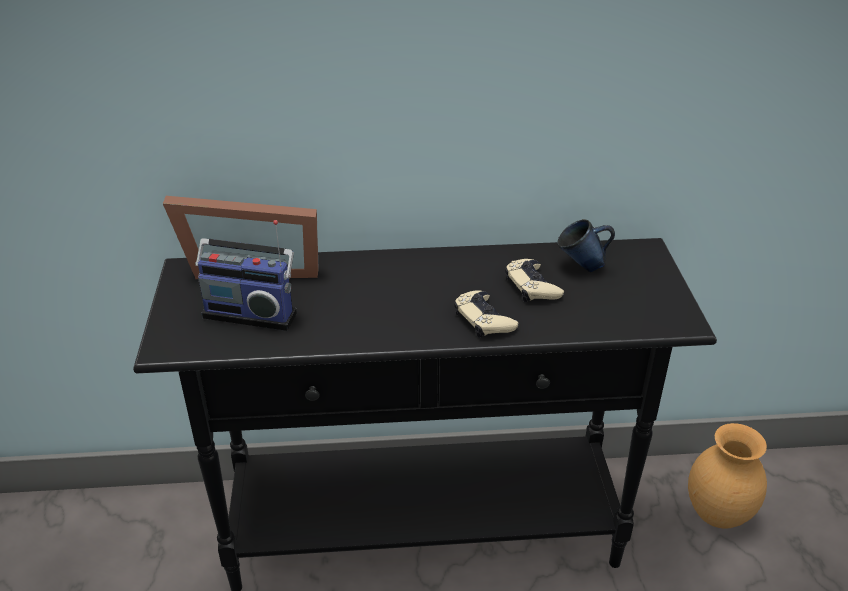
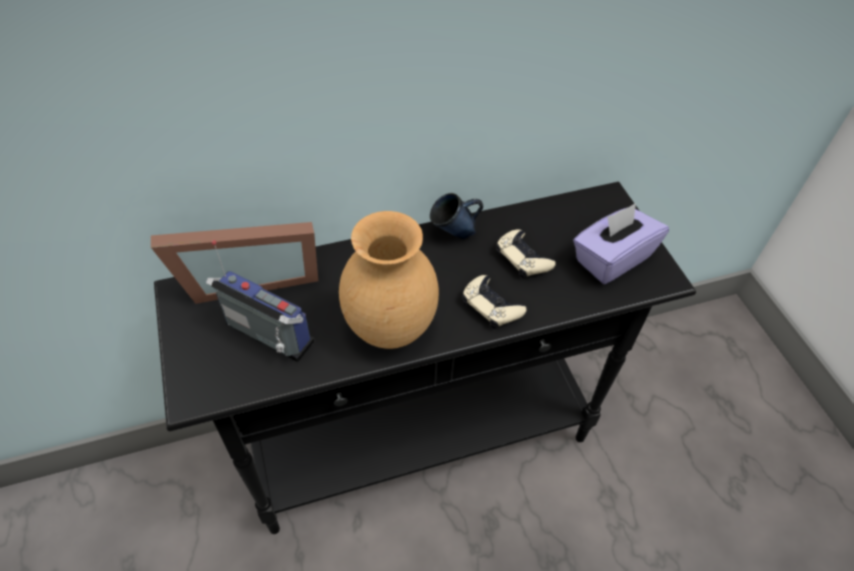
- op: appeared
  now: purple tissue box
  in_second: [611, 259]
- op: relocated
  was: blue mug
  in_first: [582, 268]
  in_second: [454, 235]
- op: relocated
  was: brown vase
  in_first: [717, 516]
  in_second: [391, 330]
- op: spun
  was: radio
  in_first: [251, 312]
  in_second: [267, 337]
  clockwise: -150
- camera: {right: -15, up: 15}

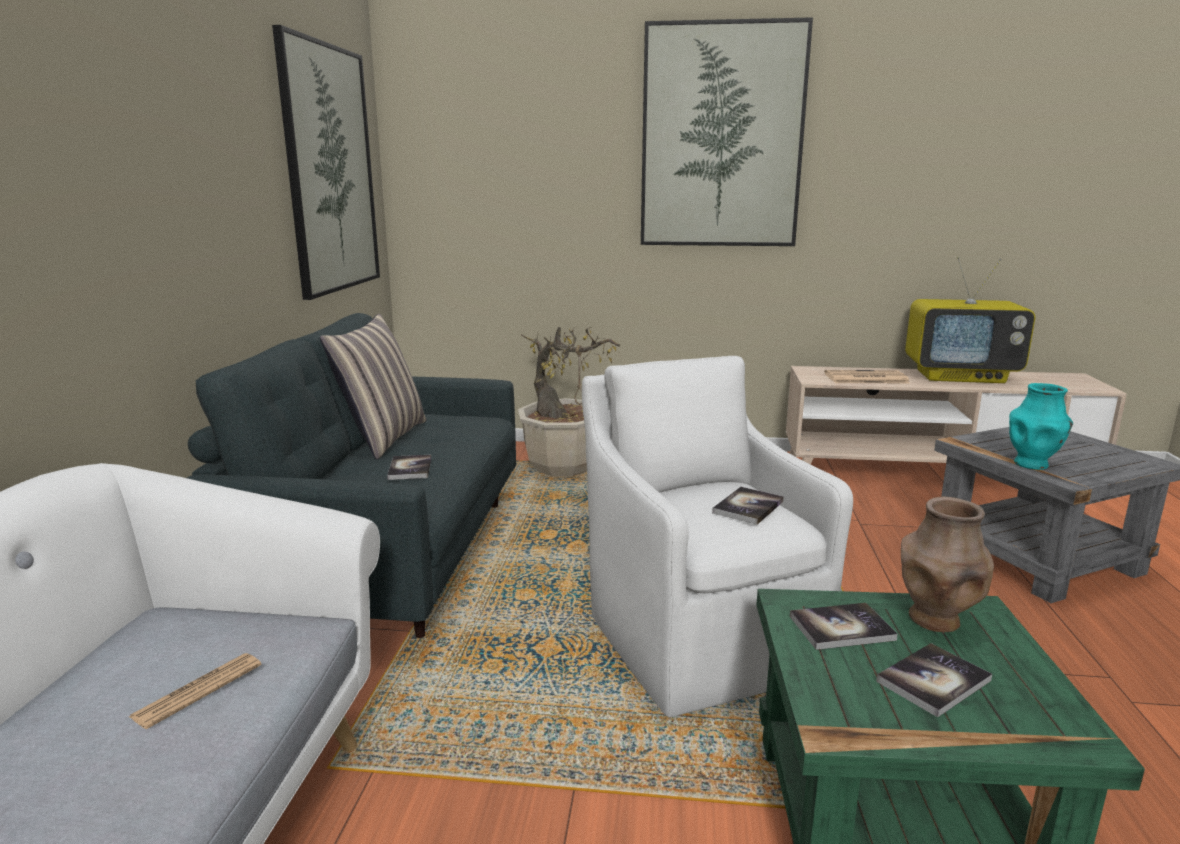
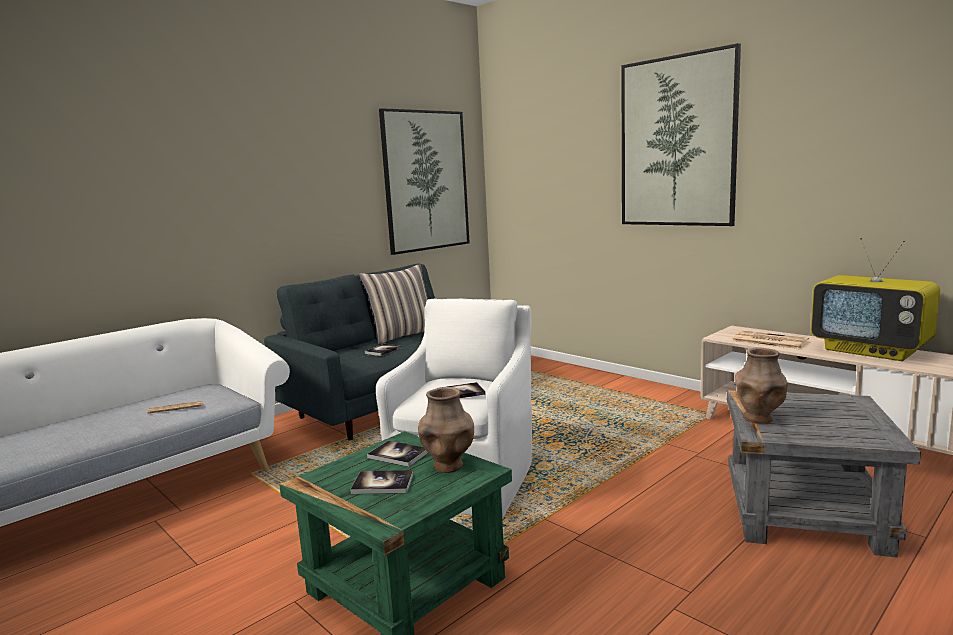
- op: missing
  was: potted plant
  in_first: [564, 467]
- op: colour
  was: turquoise vase
  now: brown vase
  in_first: [1032, 464]
  in_second: [758, 419]
- camera: {right: 40, up: -5}

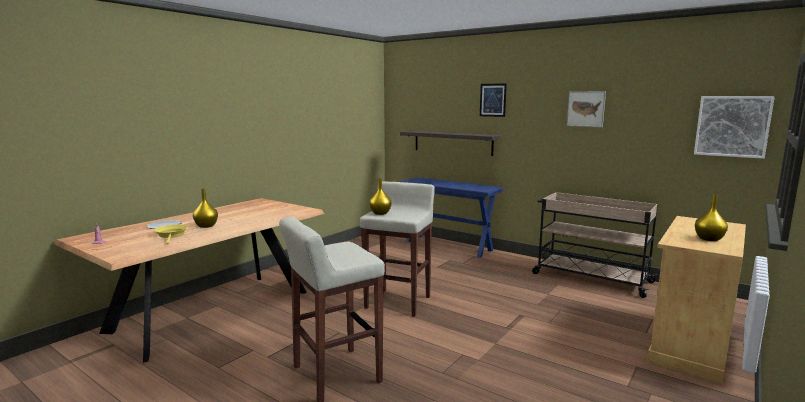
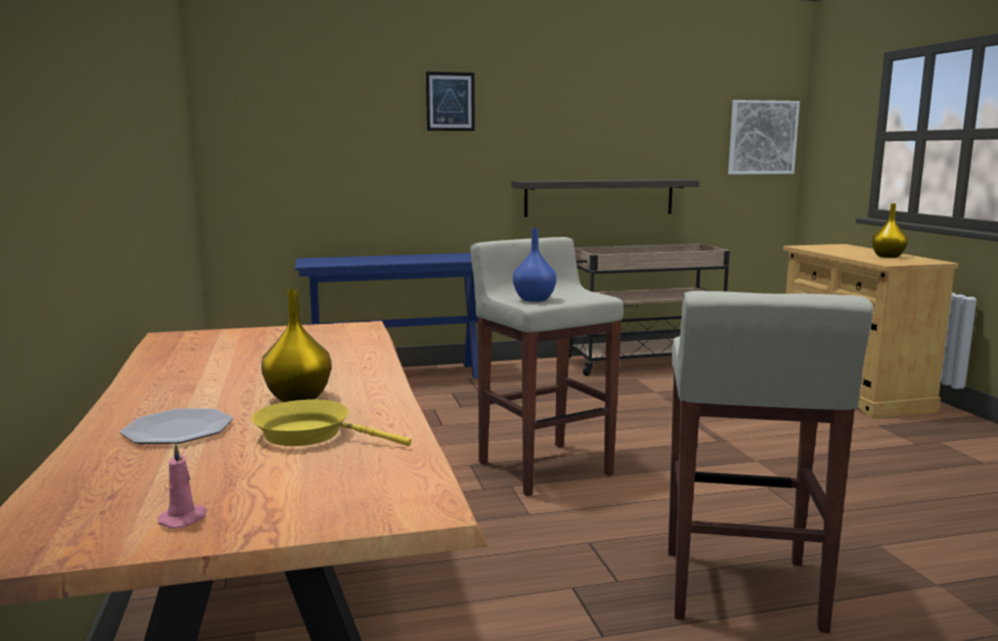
- op: missing
  was: picture
  in_first: [586, 109]
- op: relocated
  was: shelf
  in_first: [452, 142]
  in_second: [599, 197]
- op: colour
  was: yellow vase
  now: blue vase
  in_first: [380, 213]
  in_second: [534, 299]
- camera: {right: -50, up: 0}

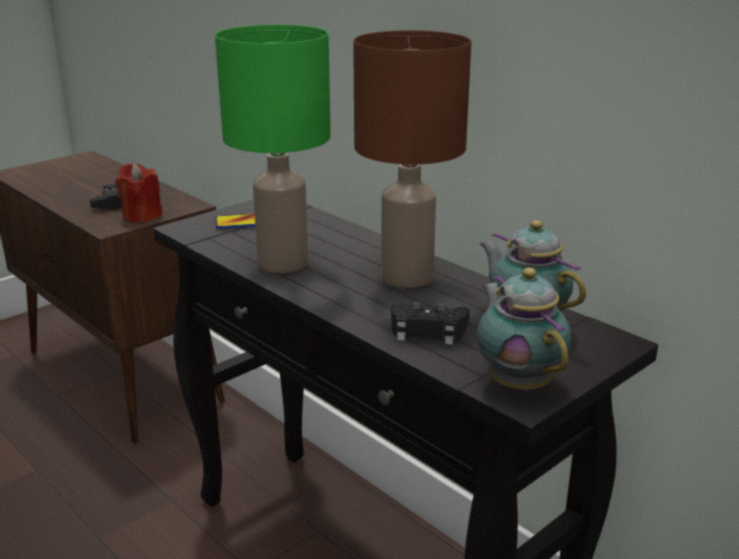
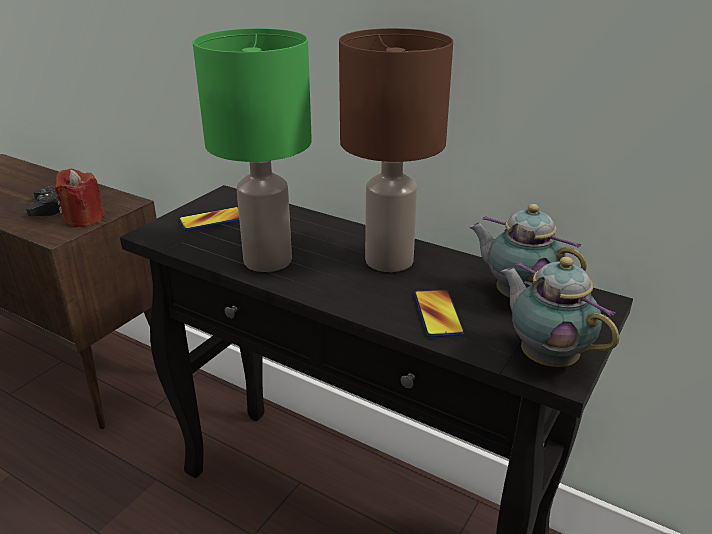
- op: exchanged
  was: black game controller
  now: phone
  in_first: [427, 330]
  in_second: [437, 314]
- camera: {right: -15, up: 5}

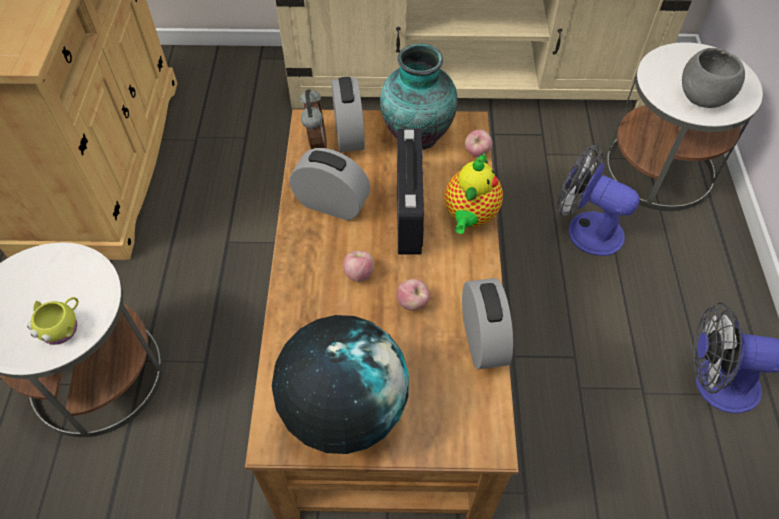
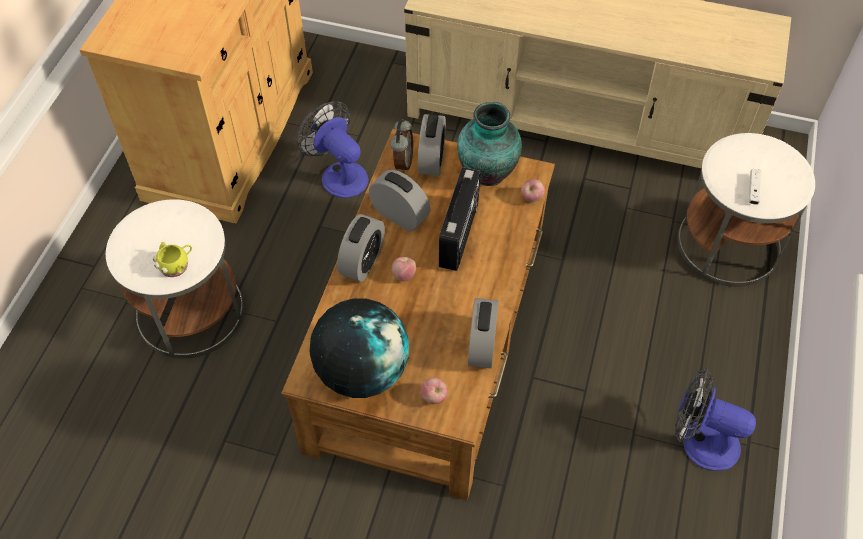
- op: missing
  was: teapot
  in_first: [469, 217]
- op: appeared
  now: alarm clock
  in_second: [362, 262]
- op: relocated
  was: apple
  in_first: [412, 303]
  in_second: [434, 397]
- op: relocated
  was: fan
  in_first: [585, 229]
  in_second: [339, 174]
- op: exchanged
  was: grey bowl
  now: white game controller
  in_first: [702, 98]
  in_second: [753, 190]
- camera: {right: 15, up: 0}

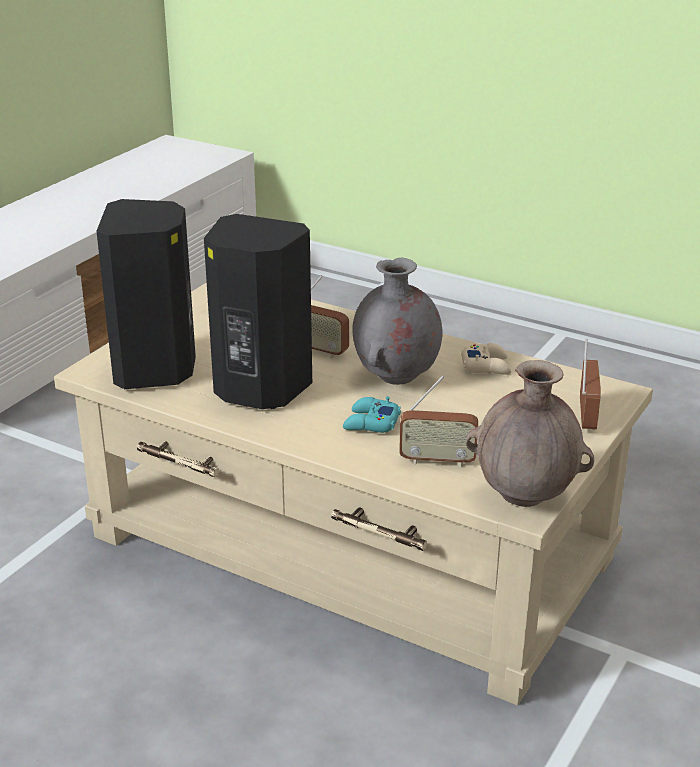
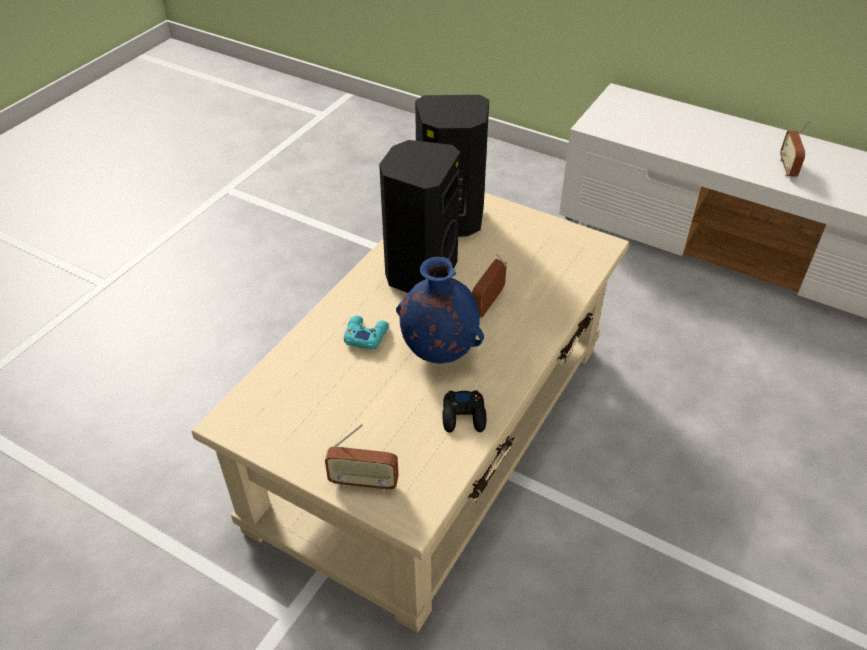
- op: missing
  was: brown vase
  in_first: [525, 497]
- op: relocated
  was: radio
  in_first: [437, 460]
  in_second: [787, 168]
- op: colour
  was: grey vase
  now: blue vase
  in_first: [396, 378]
  in_second: [438, 352]
- op: colour
  was: beige game controller
  now: black game controller
  in_first: [486, 366]
  in_second: [464, 416]
- camera: {right: 90, up: 15}

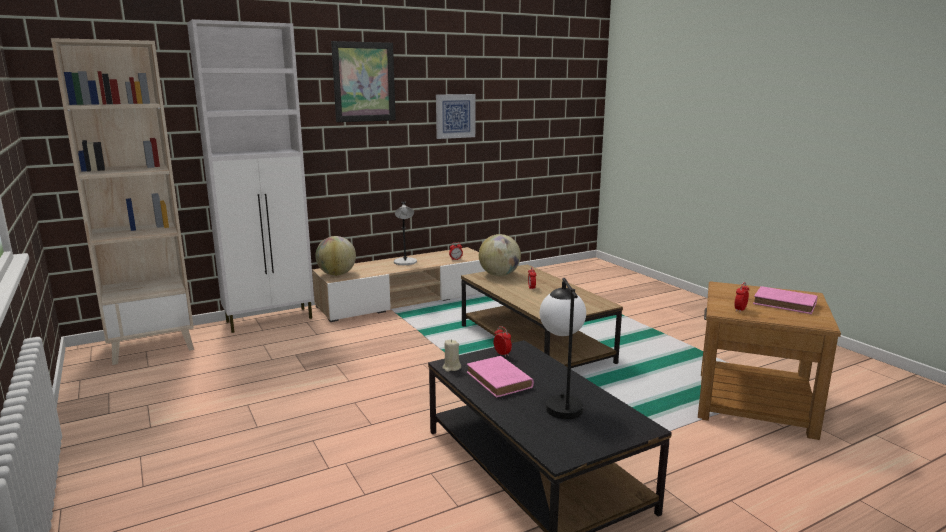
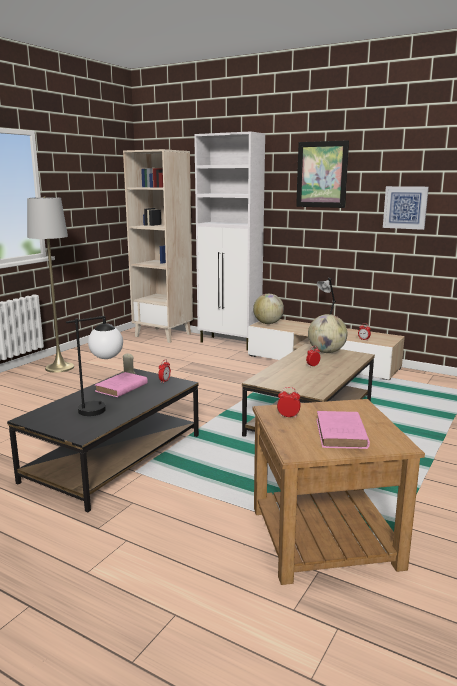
- op: appeared
  now: grey floor lamp
  in_second: [59, 367]
- camera: {right: 60, up: 0}

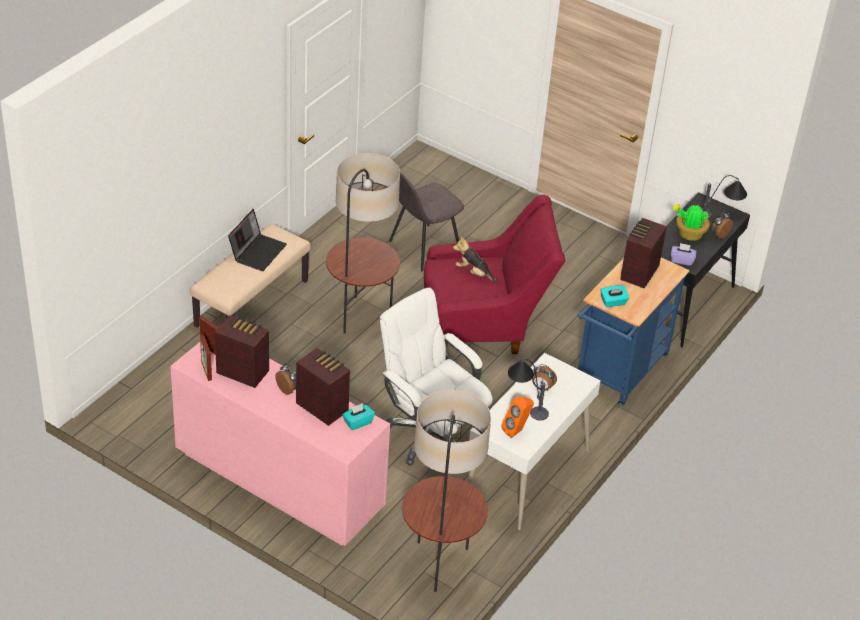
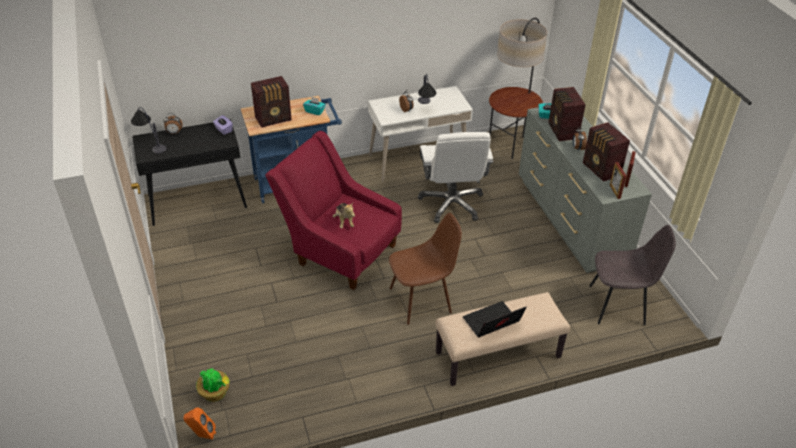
- op: relocated
  was: grey chair
  in_first: [423, 248]
  in_second: [618, 305]
- op: relocated
  was: orange speaker
  in_first: [517, 431]
  in_second: [202, 435]
- op: relocated
  was: potted plant
  in_first: [689, 234]
  in_second: [216, 393]
- op: exchanged
  was: floor lamp
  now: brown chair
  in_first: [360, 317]
  in_second: [422, 300]
- op: colour
  was: pink dresser
  now: grey dresser
  in_first: [279, 481]
  in_second: [570, 221]
- camera: {right: -140, up: 0}

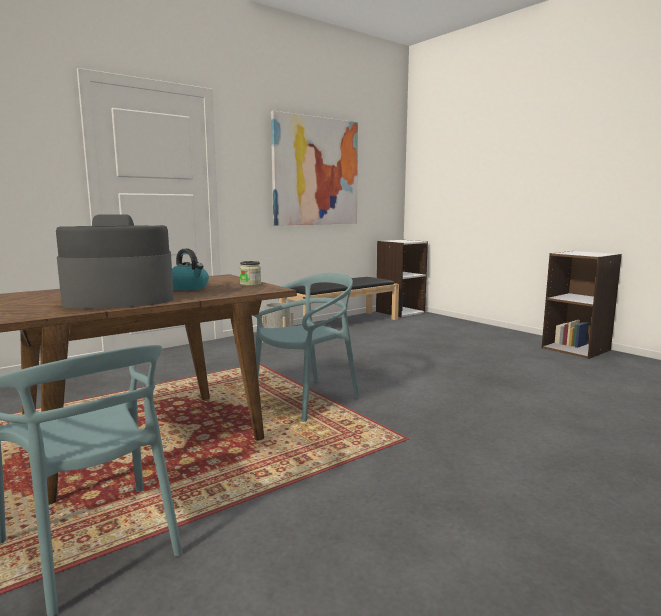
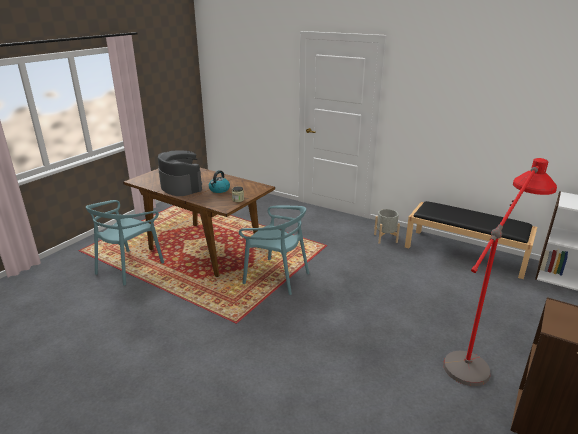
- op: missing
  was: picture
  in_first: [316, 171]
- op: appeared
  now: red floor lamp
  in_second: [479, 352]
- camera: {right: 70, up: 15}

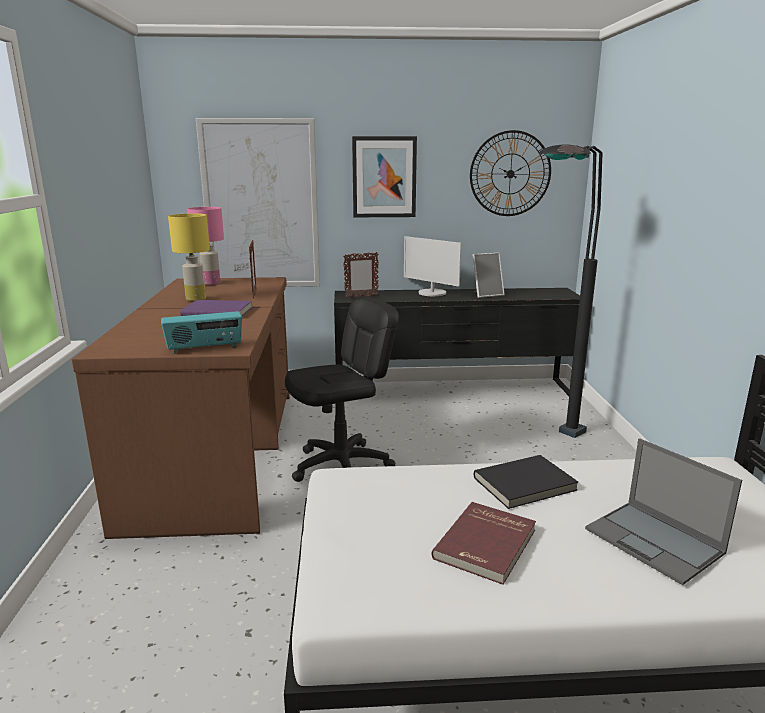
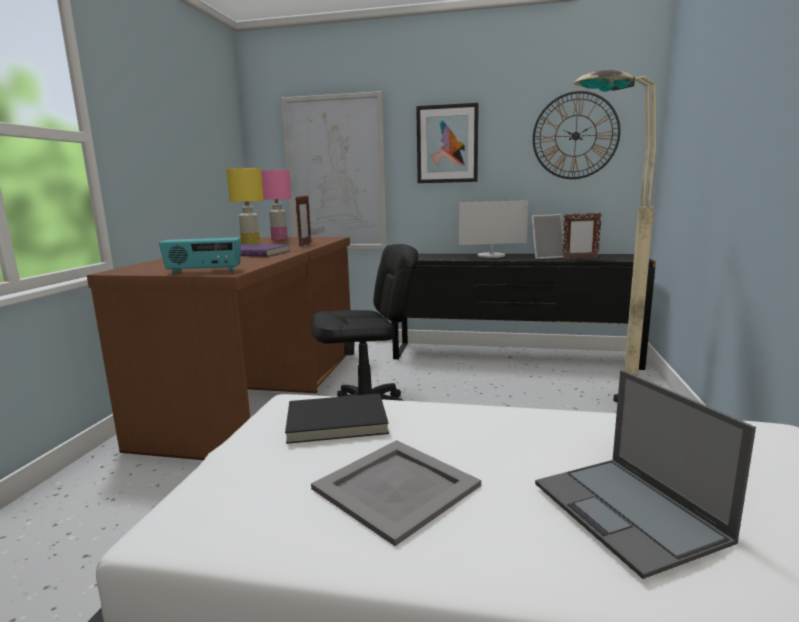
- op: relocated
  was: picture frame
  in_first: [361, 296]
  in_second: [579, 259]
- op: relocated
  was: black book
  in_first: [525, 485]
  in_second: [337, 422]
- op: exchanged
  was: red book
  now: grey tray
  in_first: [487, 545]
  in_second: [397, 487]
- op: colour
  was: black floor lamp
  now: beige floor lamp
  in_first: [547, 444]
  in_second: [595, 411]
- op: spun
  was: monitor
  in_first: [432, 293]
  in_second: [491, 255]
  clockwise: -60
- camera: {right: 15, up: -5}

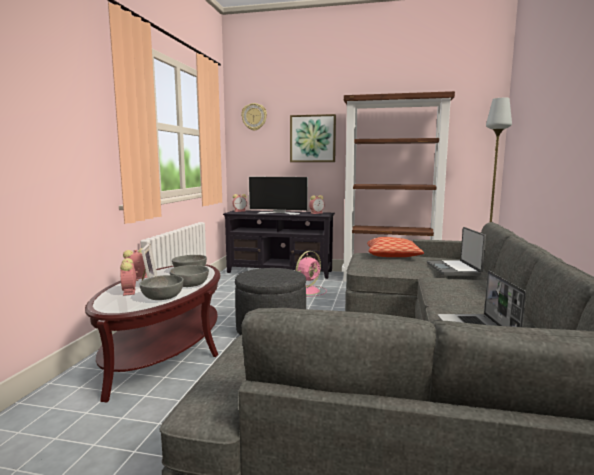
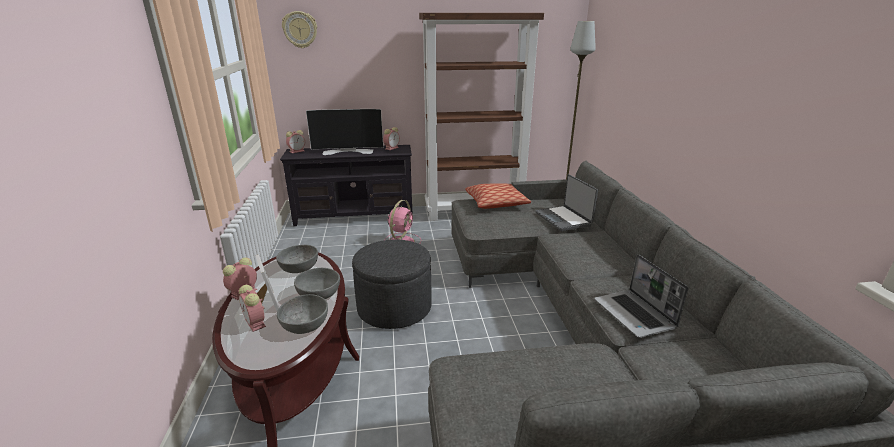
- op: missing
  was: picture
  in_first: [312, 138]
- camera: {right: -20, up: 15}

